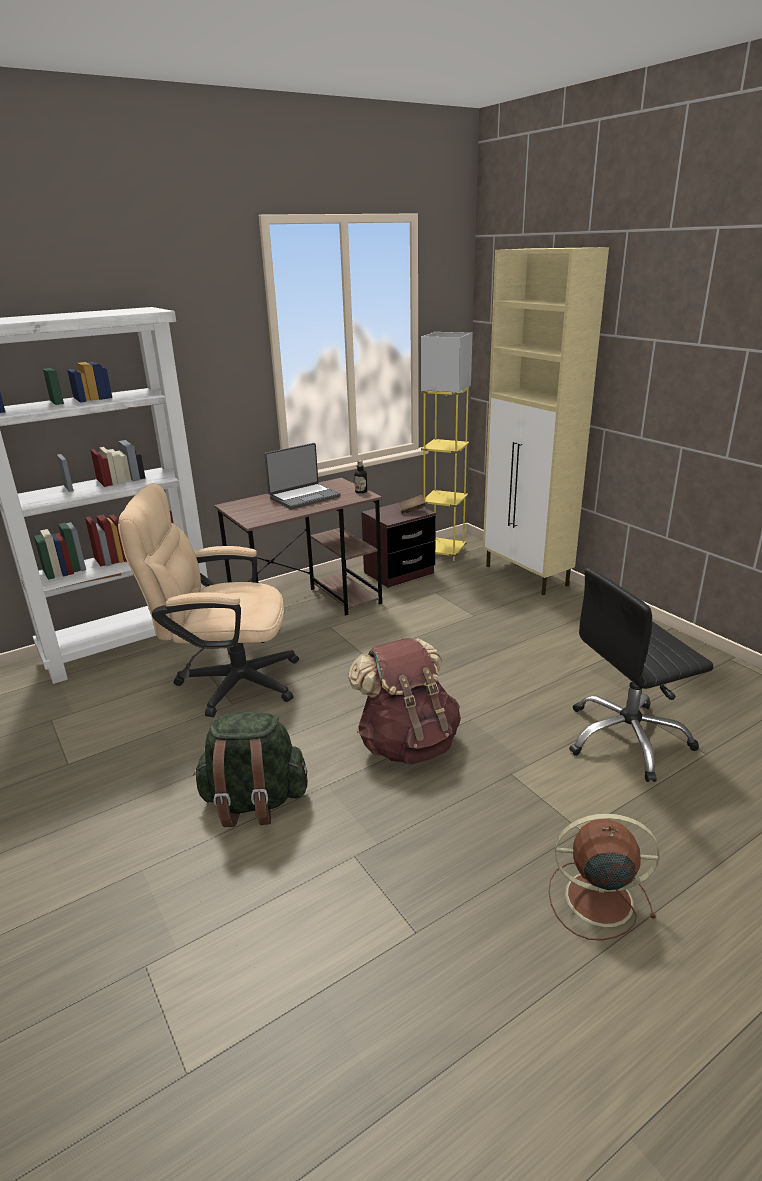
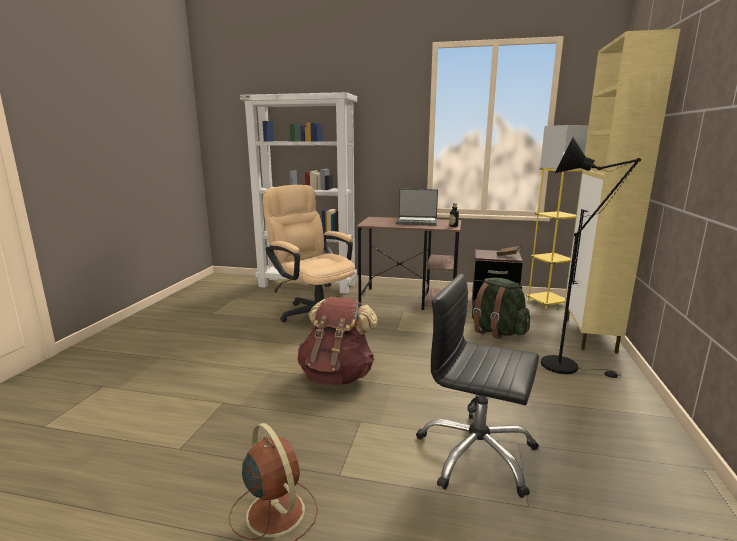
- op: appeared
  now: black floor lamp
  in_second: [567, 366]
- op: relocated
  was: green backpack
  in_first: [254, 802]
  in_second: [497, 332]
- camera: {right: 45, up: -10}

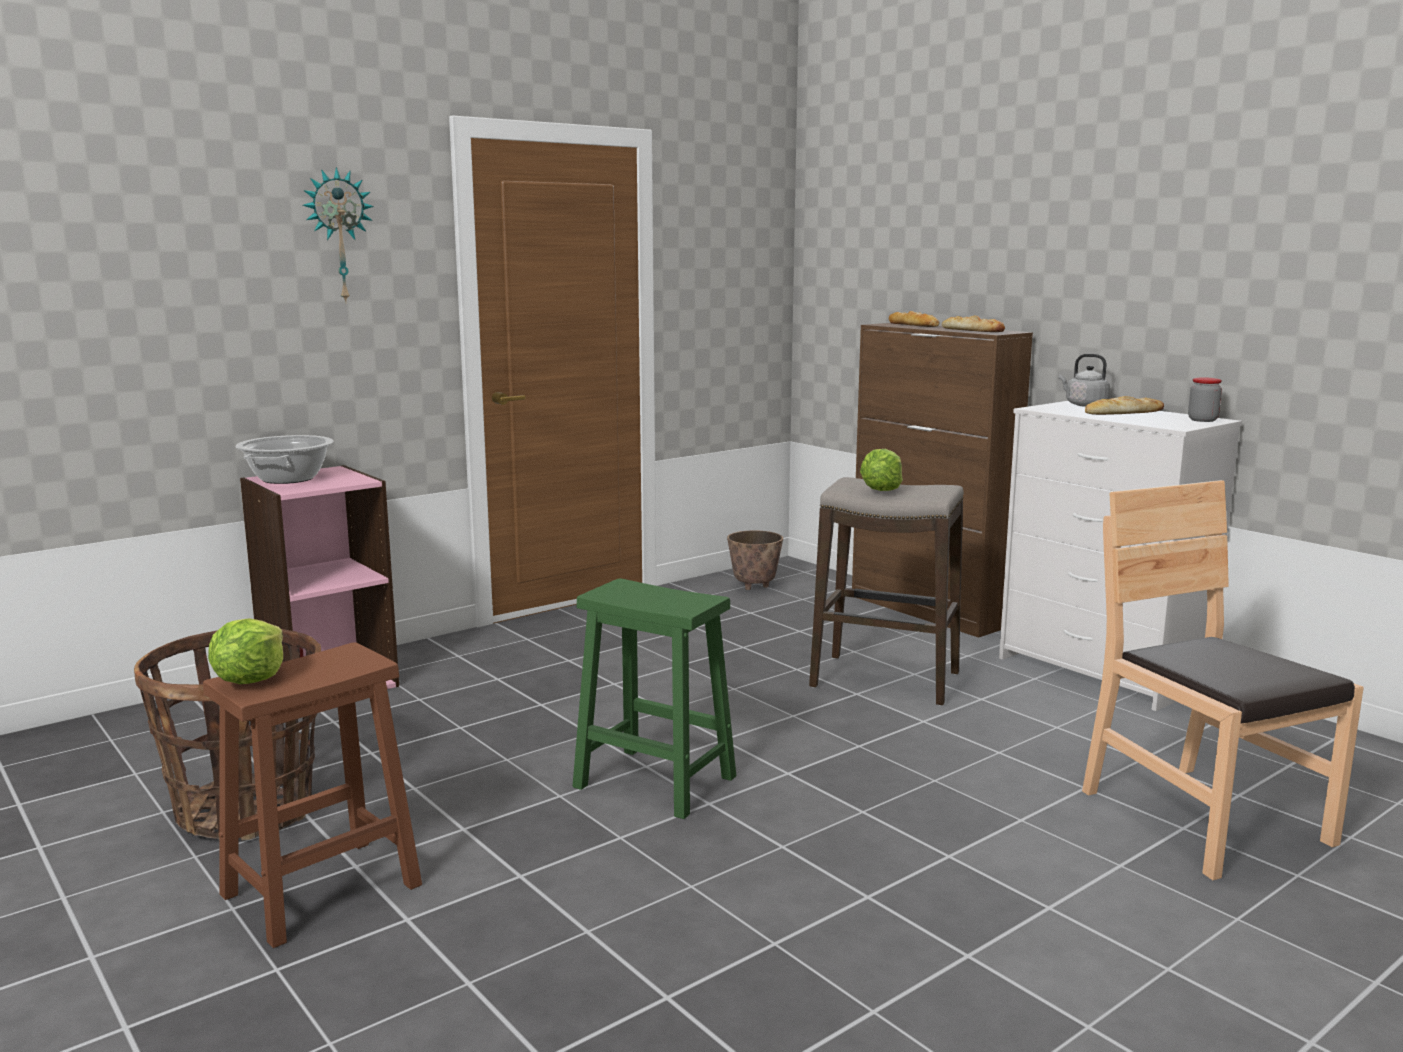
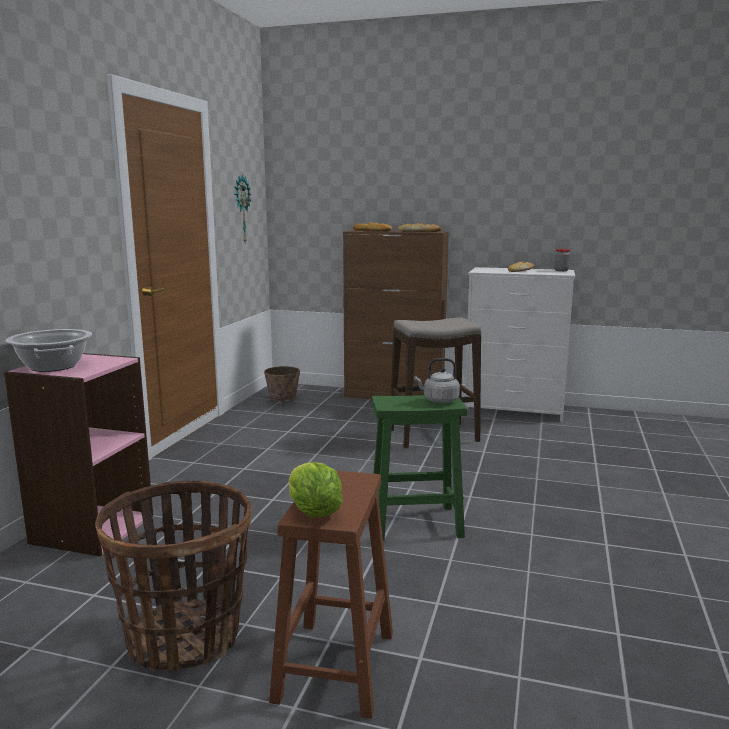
- op: missing
  was: lettuce
  in_first: [881, 490]
- op: missing
  was: brown chair
  in_first: [1203, 818]
- op: relocated
  was: wall clock
  in_first: [338, 236]
  in_second: [241, 209]
- op: relocated
  was: grey kettle
  in_first: [1084, 405]
  in_second: [439, 400]
- camera: {right: -35, up: 0}

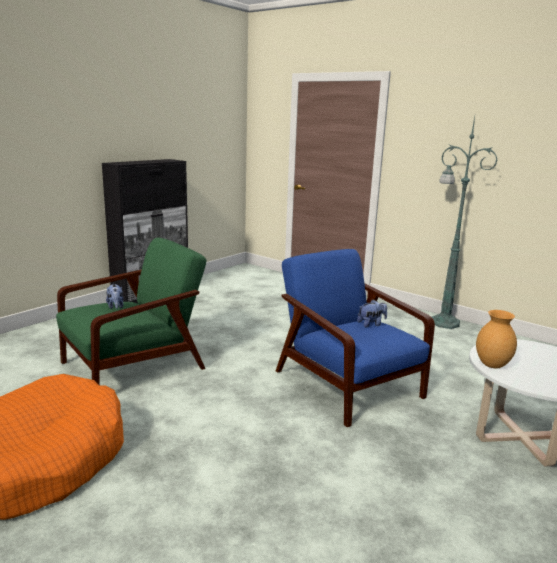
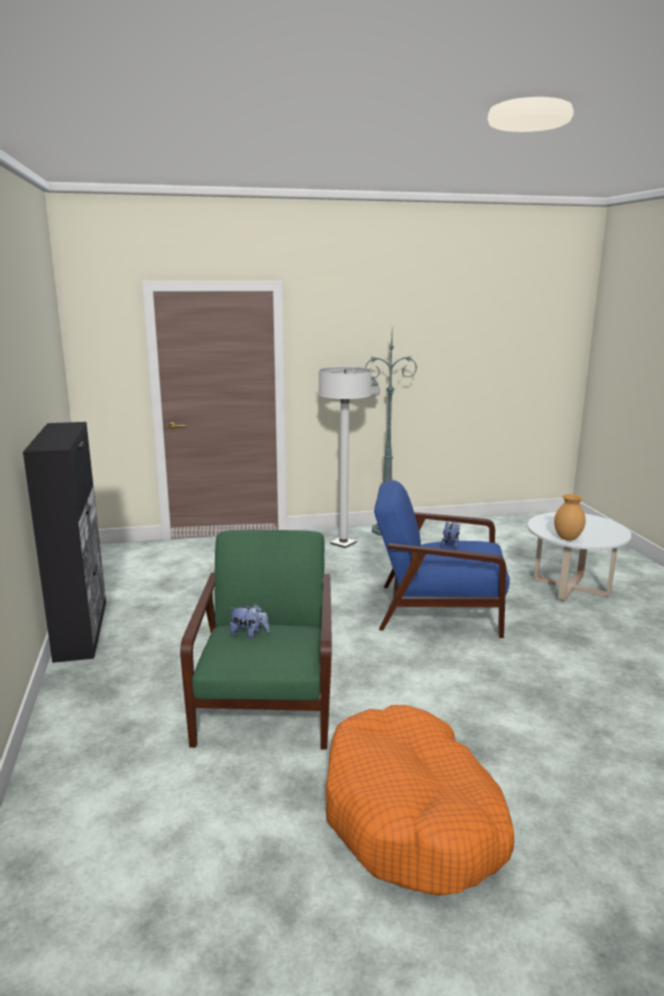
- op: appeared
  now: white floor lamp
  in_second: [343, 543]
- camera: {right: -50, up: 0}

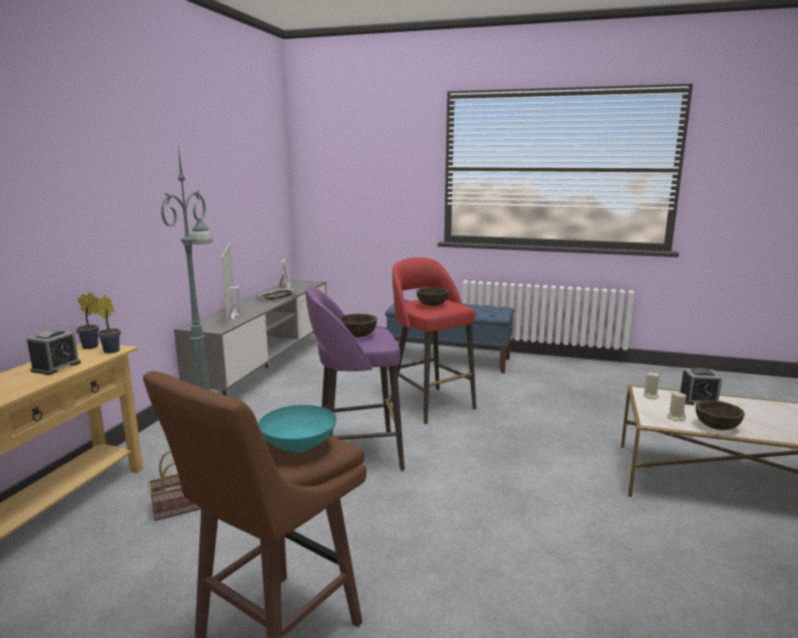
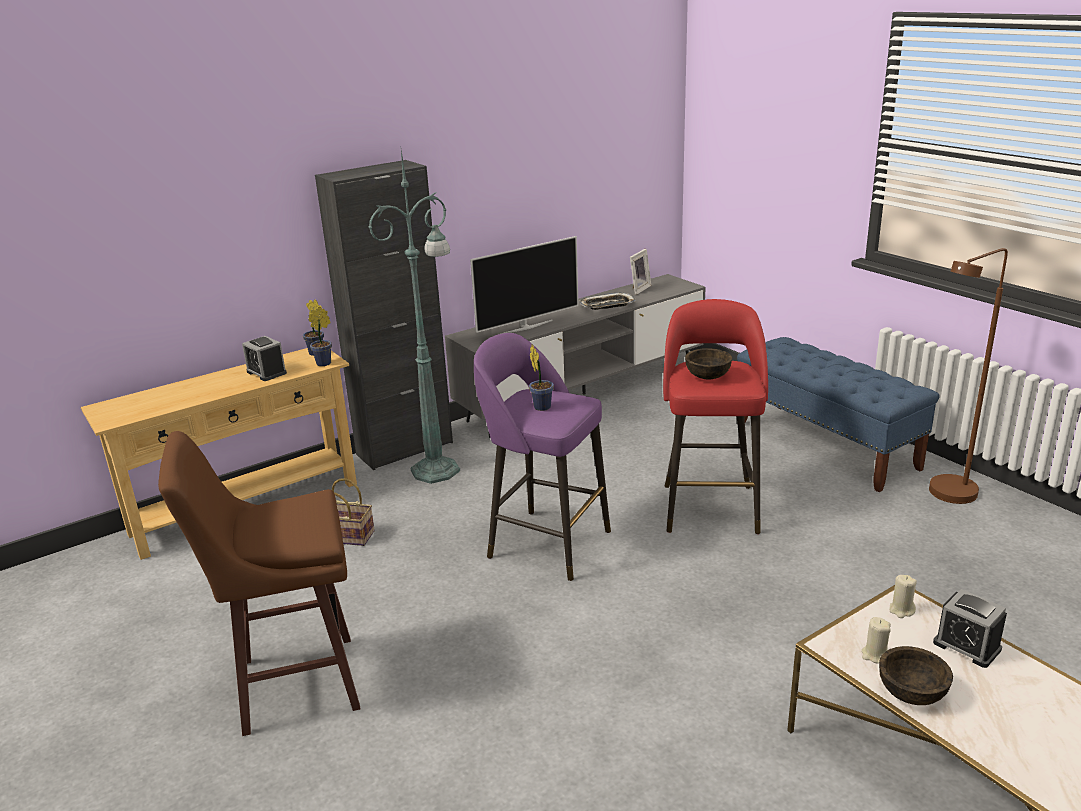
- op: missing
  was: turquoise bowl
  in_first: [300, 446]
- op: appeared
  now: black cabinet
  in_second: [405, 448]
- op: appeared
  now: brown floor lamp
  in_second: [946, 497]
- op: exchanged
  was: brown bowl
  now: potted plant
  in_first: [358, 335]
  in_second: [541, 406]
- op: spun
  was: alarm clock
  in_first: [56, 367]
  in_second: [266, 372]
  clockwise: 75
- op: spun
  was: television
  in_first: [236, 315]
  in_second: [526, 327]
  clockwise: -150
- camera: {right: 40, up: 10}

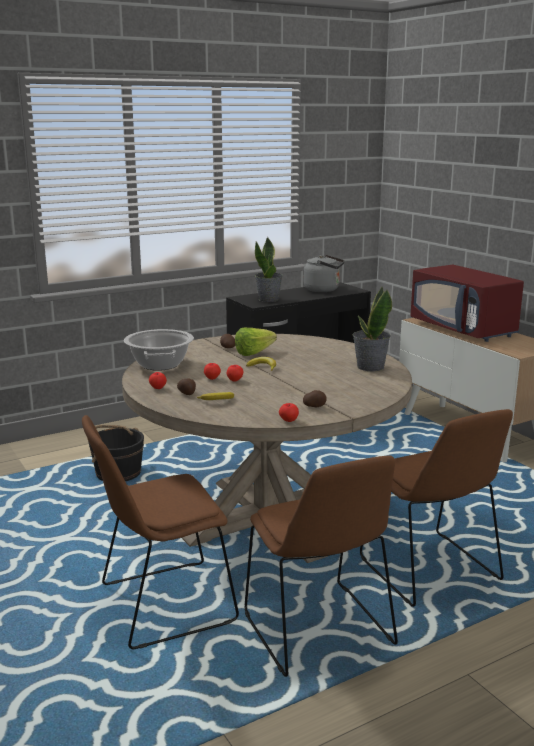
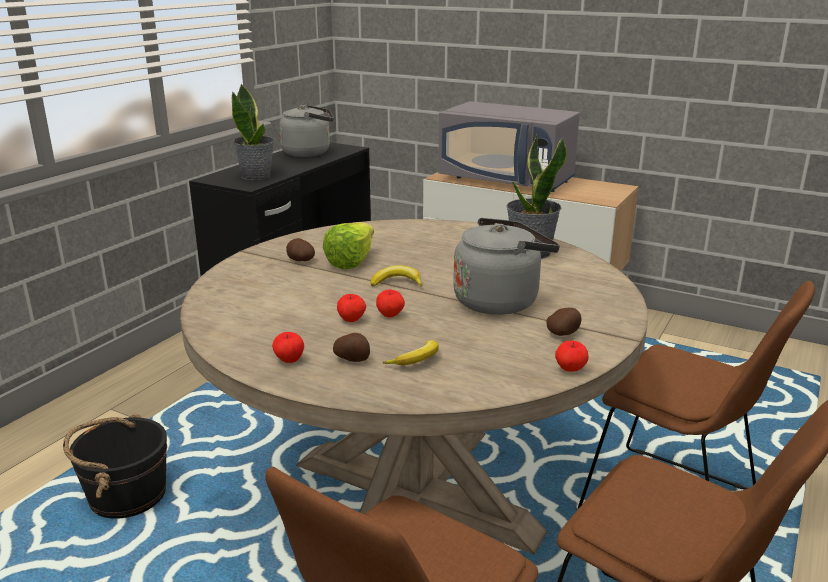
- op: missing
  was: cooking pot
  in_first: [160, 365]
- op: appeared
  now: grey kettle
  in_second: [500, 301]
- op: colour
  was: red microwave
  now: grey microwave
  in_first: [463, 329]
  in_second: [507, 180]
- camera: {right: -30, up: 5}

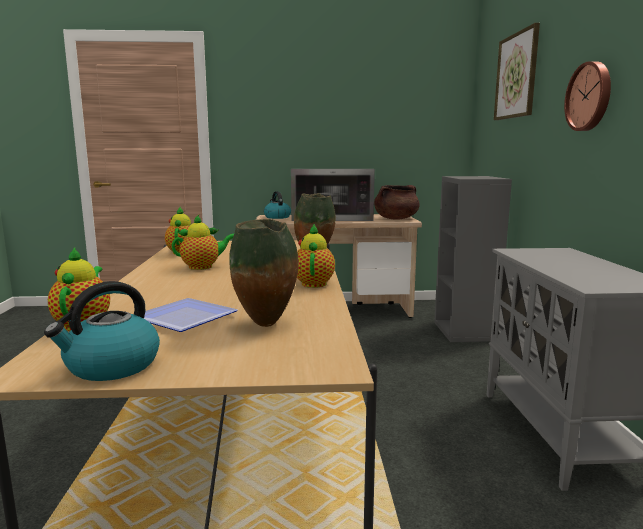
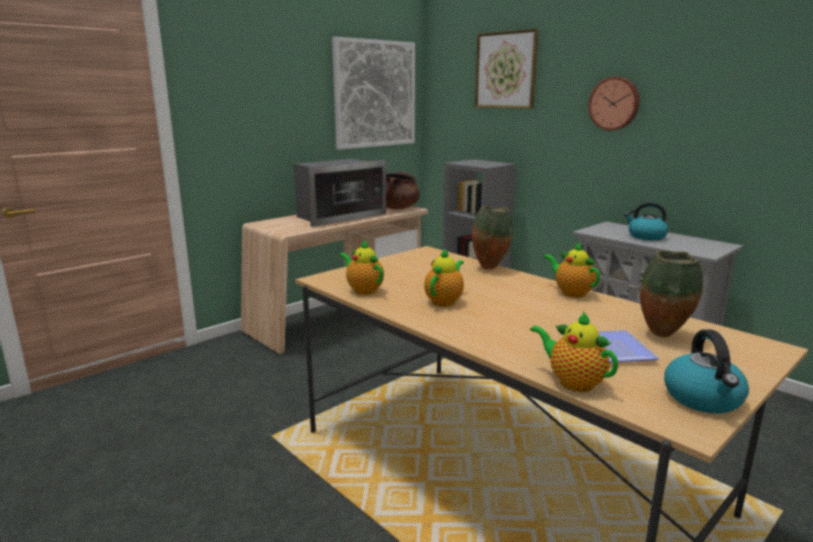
- op: appeared
  now: picture
  in_second: [375, 94]
- op: relocated
  was: kettle
  in_first: [277, 217]
  in_second: [646, 236]
- camera: {right: -40, up: 5}

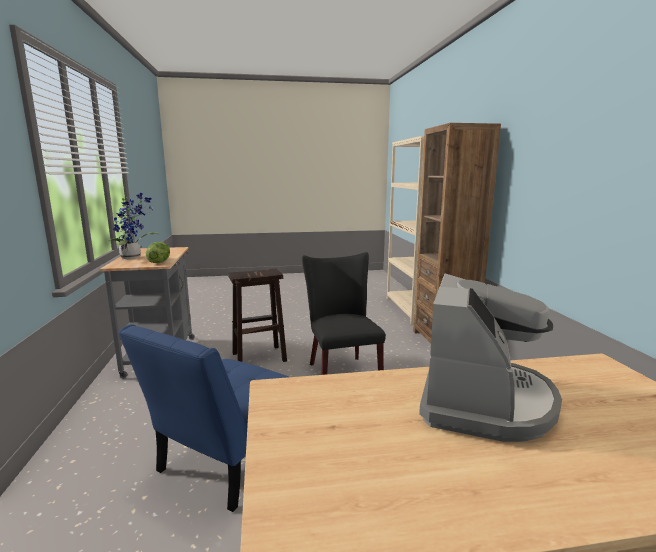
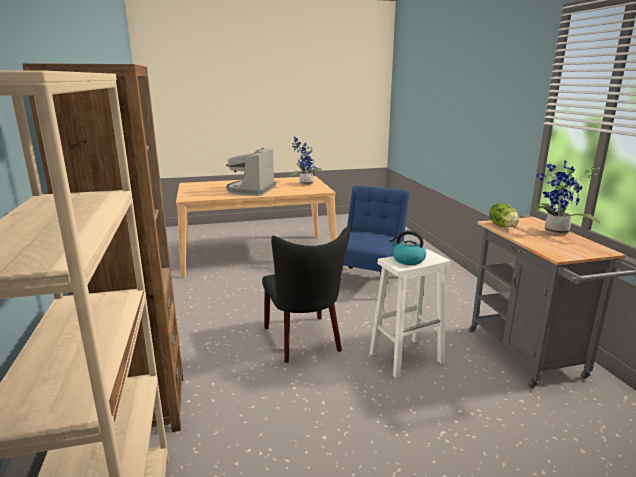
- op: appeared
  now: potted plant
  in_second: [304, 183]
- op: appeared
  now: kettle
  in_second: [407, 260]
- op: colour
  was: brown stool
  now: white stool
  in_first: [258, 357]
  in_second: [407, 357]
- camera: {right: 175, up: 5}

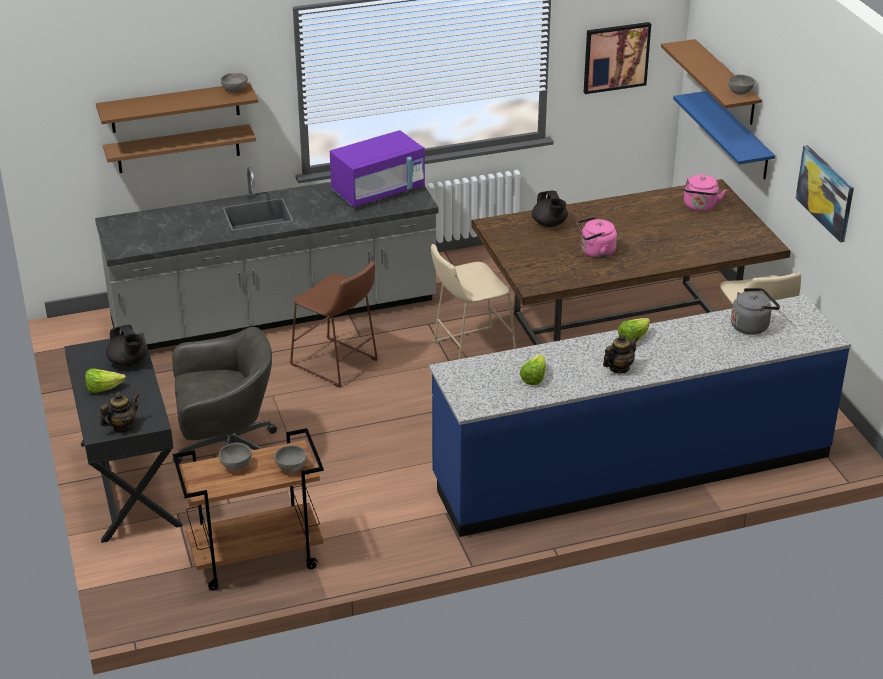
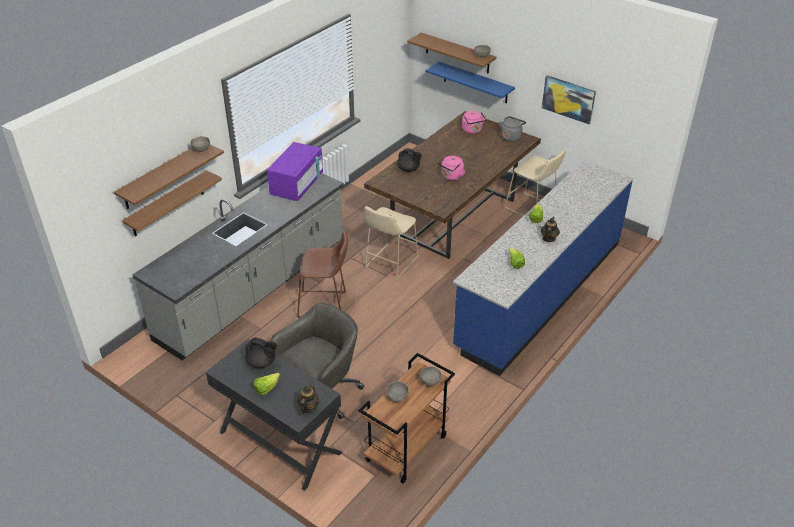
- op: missing
  was: picture
  in_first: [616, 57]
- op: relocated
  was: grey kettle
  in_first: [751, 326]
  in_second: [511, 137]
- camera: {right: -35, up: 5}

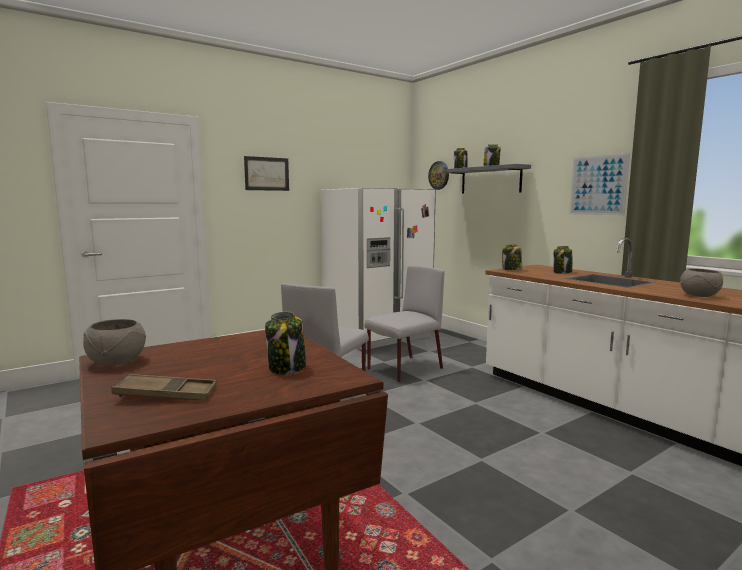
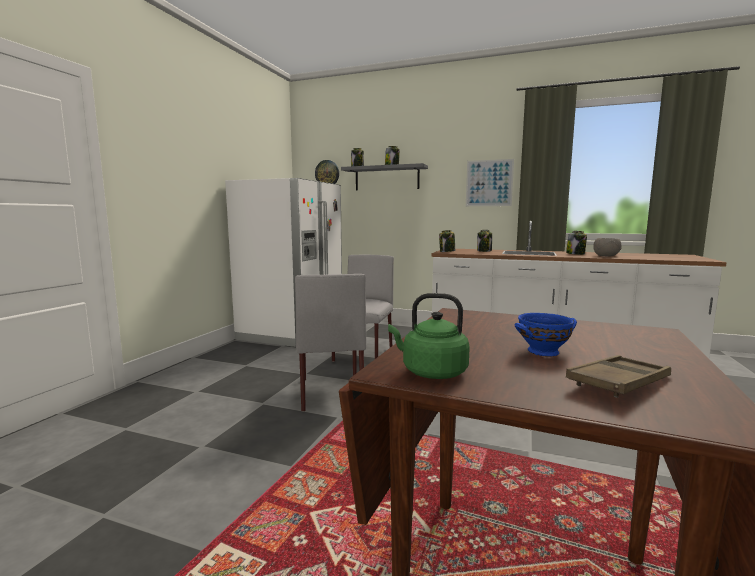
- op: missing
  was: picture
  in_first: [267, 174]
- op: appeared
  now: blue bowl
  in_second: [544, 352]
- op: relocated
  was: jar
  in_first: [287, 368]
  in_second: [575, 254]
- op: exchanged
  was: grey bowl
  now: green kettle
  in_first: [116, 362]
  in_second: [431, 372]
- camera: {right: -35, up: 0}

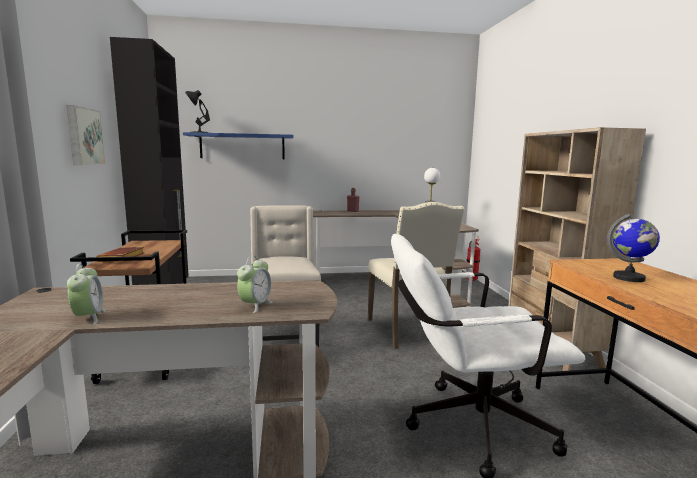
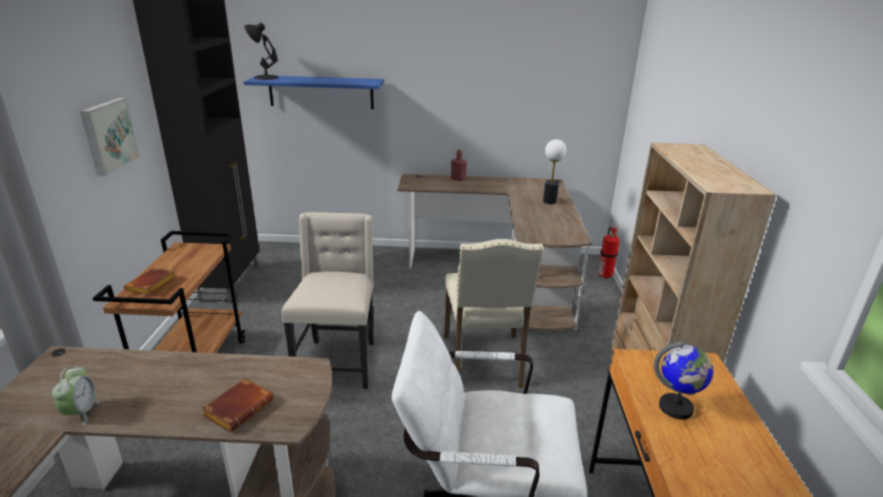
- op: exchanged
  was: alarm clock
  now: brown book
  in_first: [255, 306]
  in_second: [239, 407]
- camera: {right: 10, up: 15}

